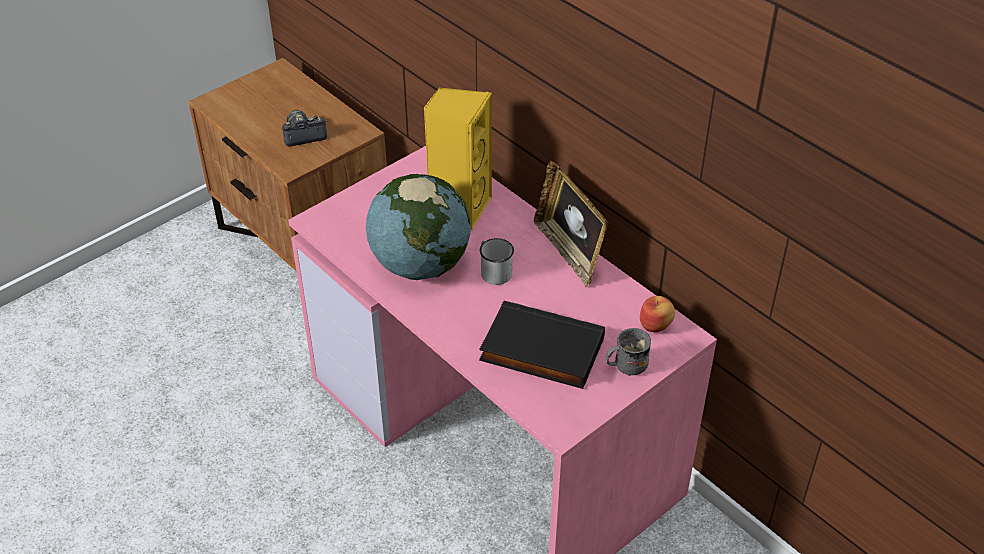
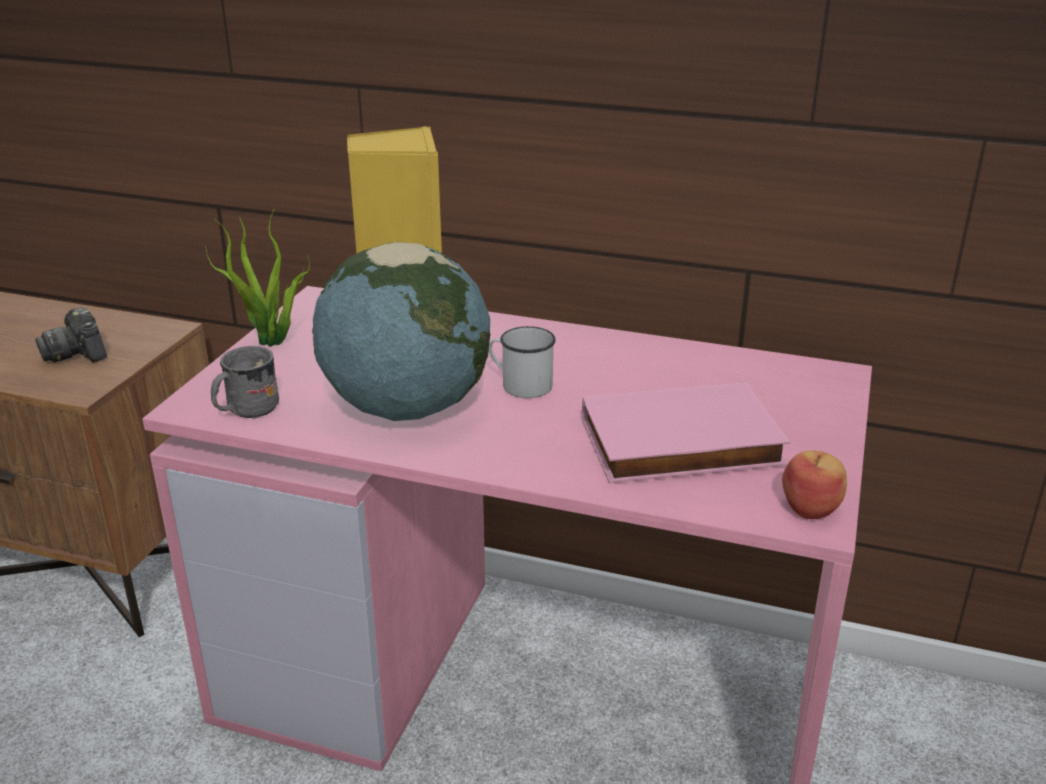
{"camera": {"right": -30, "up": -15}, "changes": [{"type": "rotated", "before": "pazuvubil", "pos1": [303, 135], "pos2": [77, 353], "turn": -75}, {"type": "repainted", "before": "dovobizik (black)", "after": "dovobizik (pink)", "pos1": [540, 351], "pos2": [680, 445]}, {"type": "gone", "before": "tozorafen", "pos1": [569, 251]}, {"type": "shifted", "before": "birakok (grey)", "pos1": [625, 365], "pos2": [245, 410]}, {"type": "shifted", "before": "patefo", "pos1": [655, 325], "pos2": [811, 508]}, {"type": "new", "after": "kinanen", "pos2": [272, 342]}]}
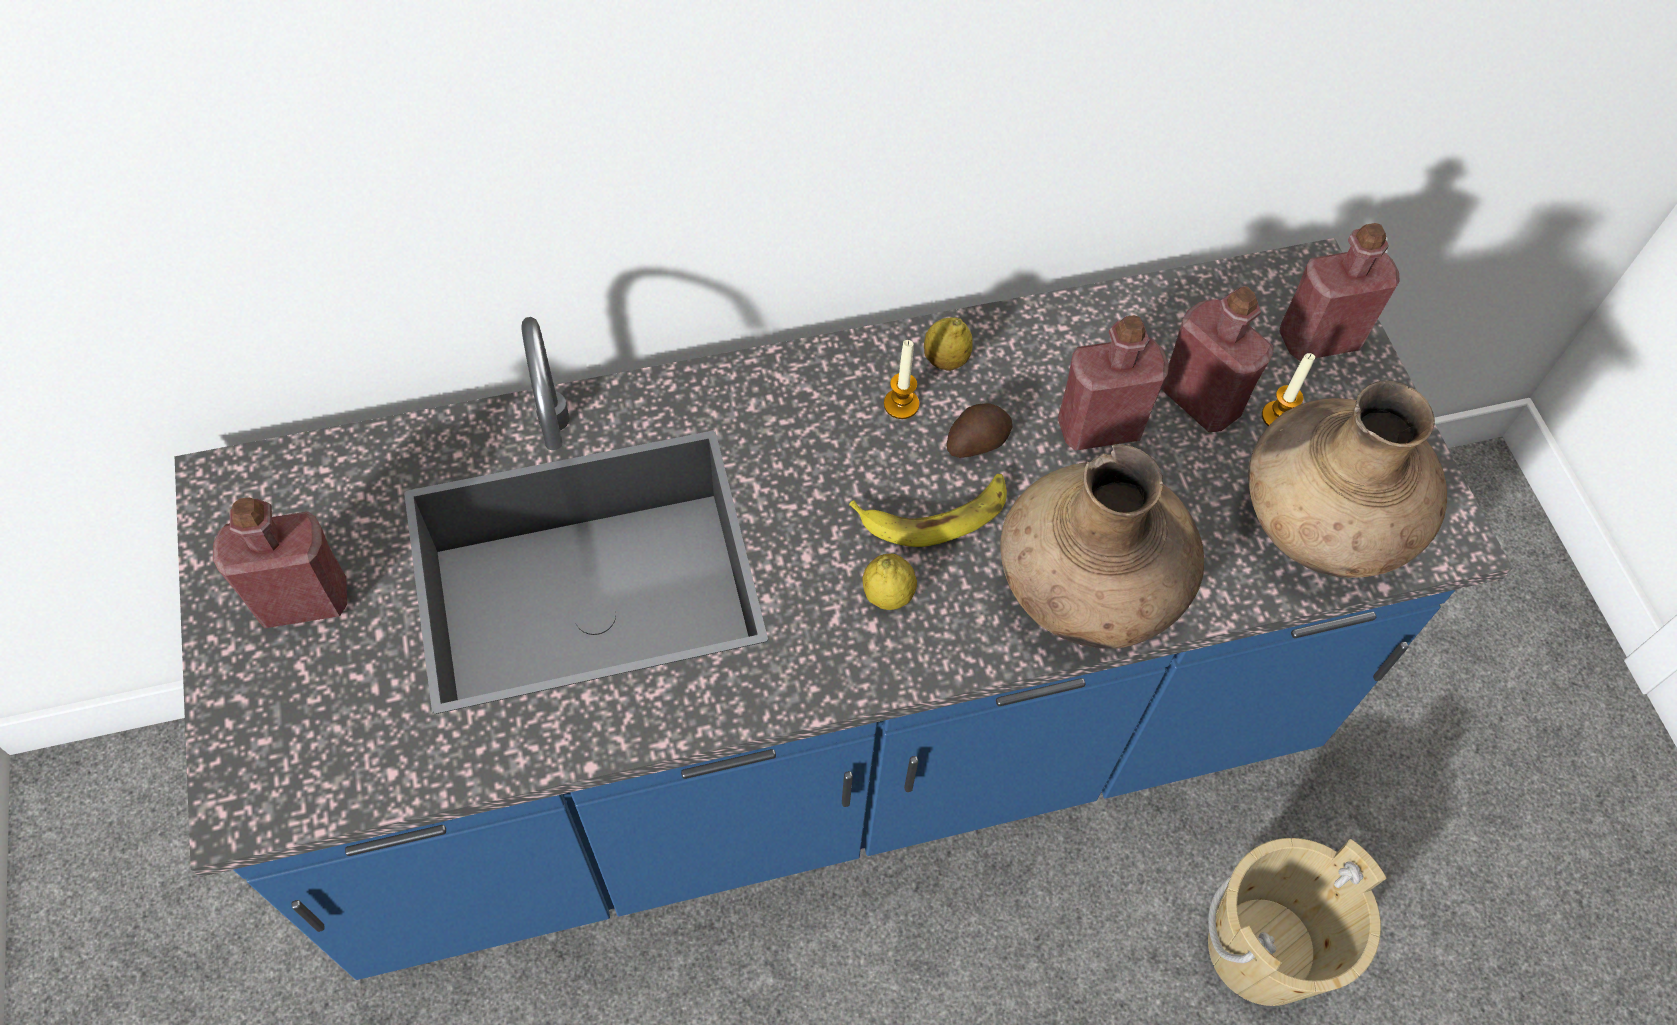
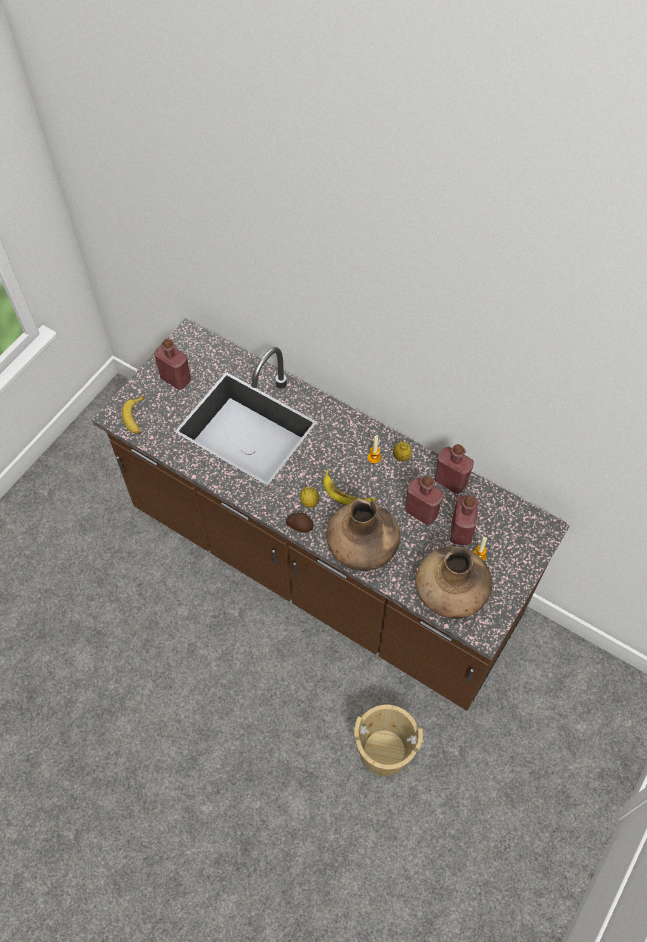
{"camera": {"right": 50, "up": 0}, "changes": [{"type": "repainted", "before": "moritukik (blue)", "after": "moritukik (brown)", "pos1": [825, 743], "pos2": [323, 567]}, {"type": "shifted", "before": "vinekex", "pos1": [976, 441], "pos2": [300, 525]}, {"type": "shifted", "before": "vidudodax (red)", "pos1": [1318, 339], "pos2": [450, 481]}, {"type": "new", "after": "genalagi", "pos2": [136, 418]}]}
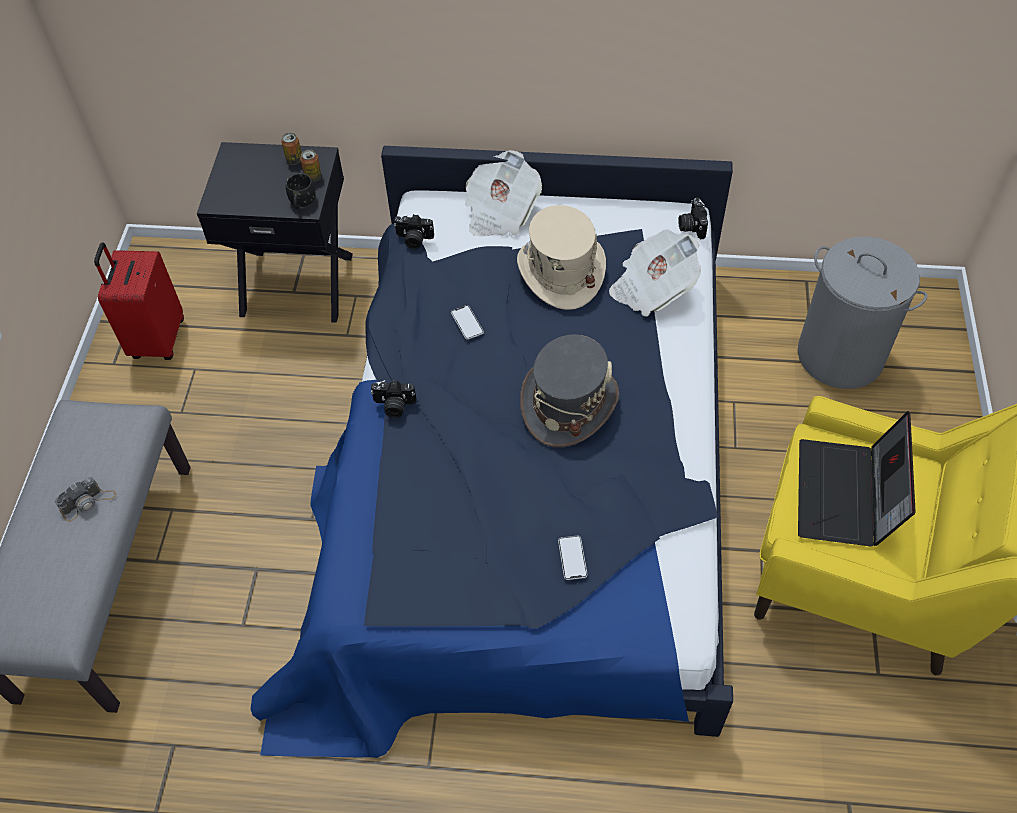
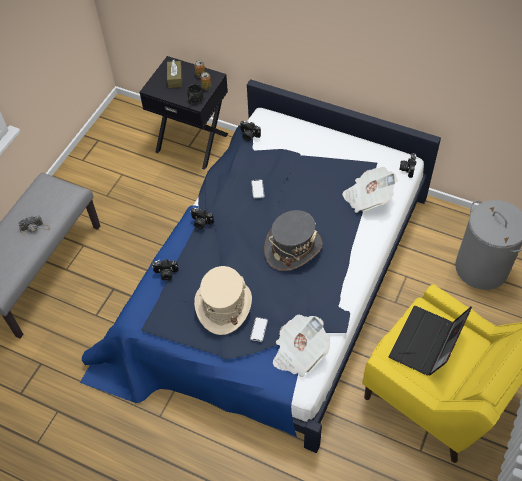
{"camera": {"right": 20, "up": 0}, "changes": [{"type": "gone", "before": "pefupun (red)", "pos1": [157, 339]}, {"type": "shifted", "before": "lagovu", "pos1": [500, 212], "pos2": [299, 353]}, {"type": "shifted", "before": "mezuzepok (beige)", "pos1": [560, 272], "pos2": [223, 306]}, {"type": "new", "after": "pazuvubil", "pos2": [165, 274]}, {"type": "new", "after": "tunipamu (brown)", "pos2": [175, 78]}]}
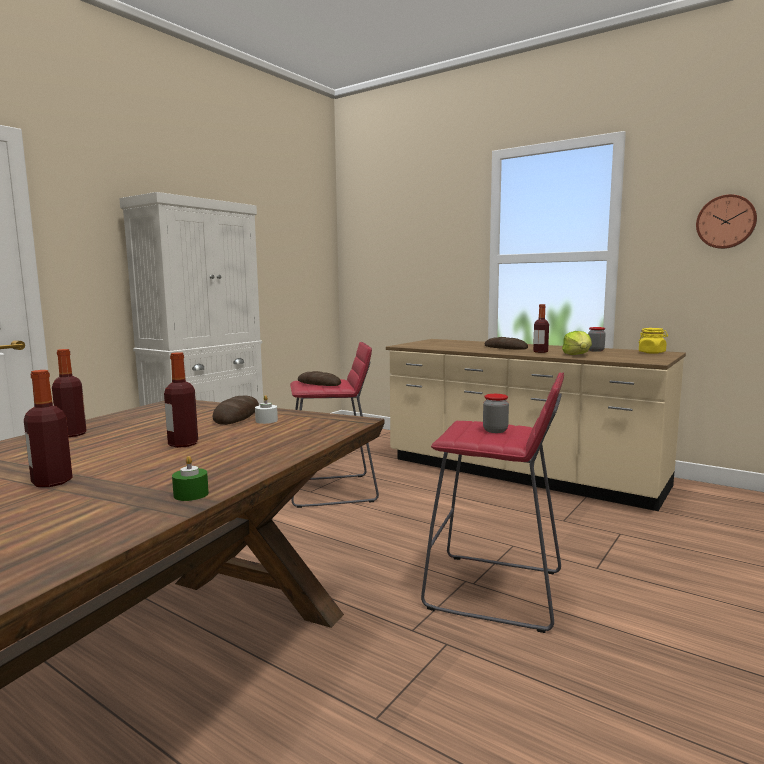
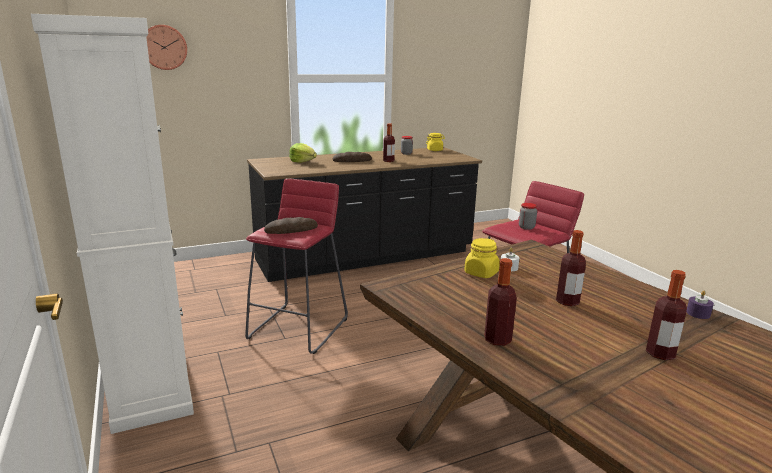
{"camera": {"right": -60, "up": 10}, "changes": [{"type": "repainted", "before": "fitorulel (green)", "after": "fitorulel (purple)", "pos1": [191, 494], "pos2": [698, 313]}, {"type": "swapped", "before": "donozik", "after": "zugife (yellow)", "pos1": [237, 416], "pos2": [481, 273]}, {"type": "repainted", "before": "moritukik (beige)", "after": "moritukik (black)", "pos1": [521, 473], "pos2": [365, 257]}, {"type": "shifted", "before": "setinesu", "pos1": [577, 355], "pos2": [303, 162]}, {"type": "shifted", "before": "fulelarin", "pos1": [726, 222], "pos2": [164, 47]}]}
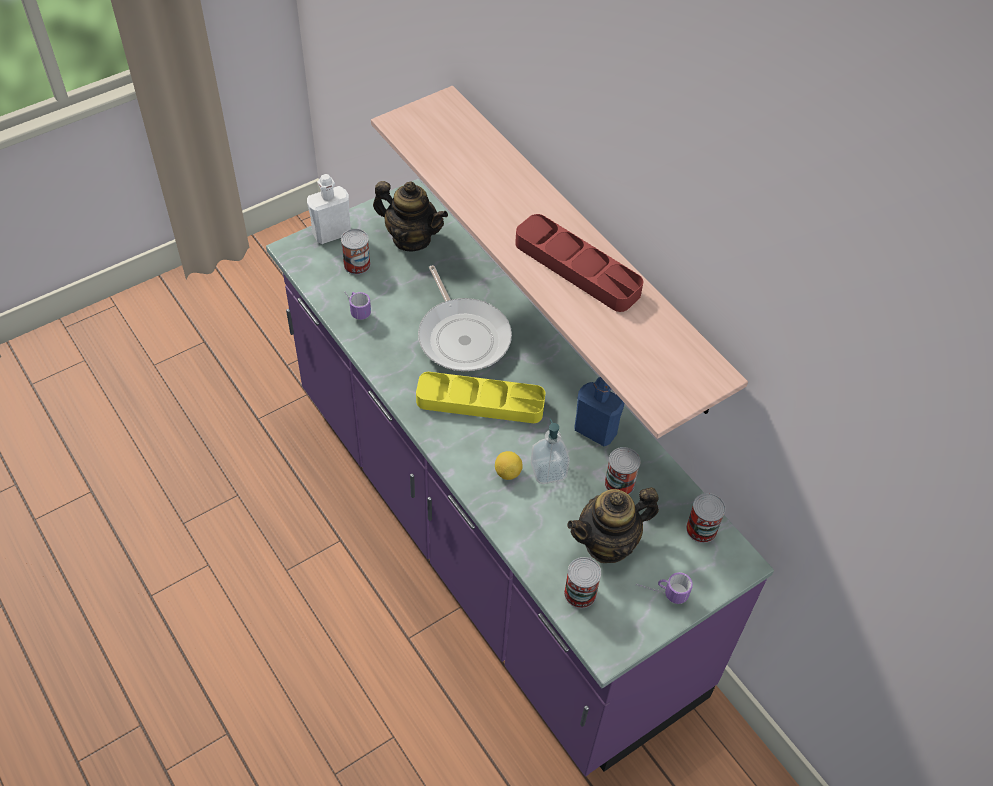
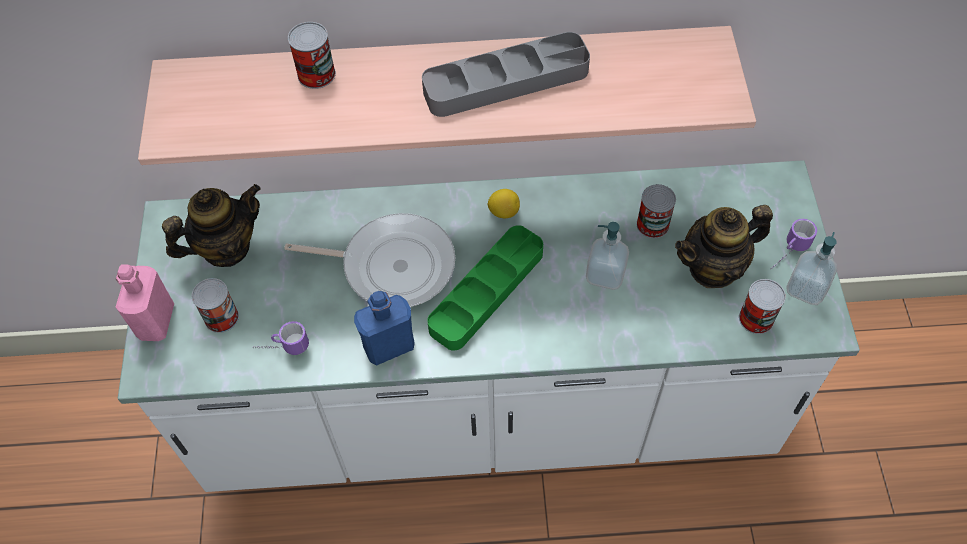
{"camera": {"right": -55, "up": 5}, "changes": [{"type": "repainted", "before": "moritukik (purple)", "after": "moritukik (white)", "pos1": [488, 541], "pos2": [488, 412]}, {"type": "repainted", "before": "vidudodax (white)", "after": "vidudodax (pink)", "pos1": [331, 233], "pos2": [156, 321]}, {"type": "repainted", "before": "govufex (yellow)", "after": "govufex (green)", "pos1": [480, 402], "pos2": [486, 291]}, {"type": "shifted", "before": "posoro", "pos1": [507, 472], "pos2": [503, 212]}, {"type": "repainted", "before": "govufex (red)", "after": "govufex (grey)", "pos1": [577, 268], "pos2": [506, 81]}, {"type": "rotated", "before": "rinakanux", "pos1": [608, 543], "pos2": [713, 268], "turn": 60}, {"type": "shifted", "before": "vidudodax (blue)", "pos1": [595, 431], "pos2": [389, 346]}, {"type": "shifted", "before": "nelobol", "pos1": [701, 529], "pos2": [316, 74]}, {"type": "new", "after": "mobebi", "pos2": [806, 288]}]}
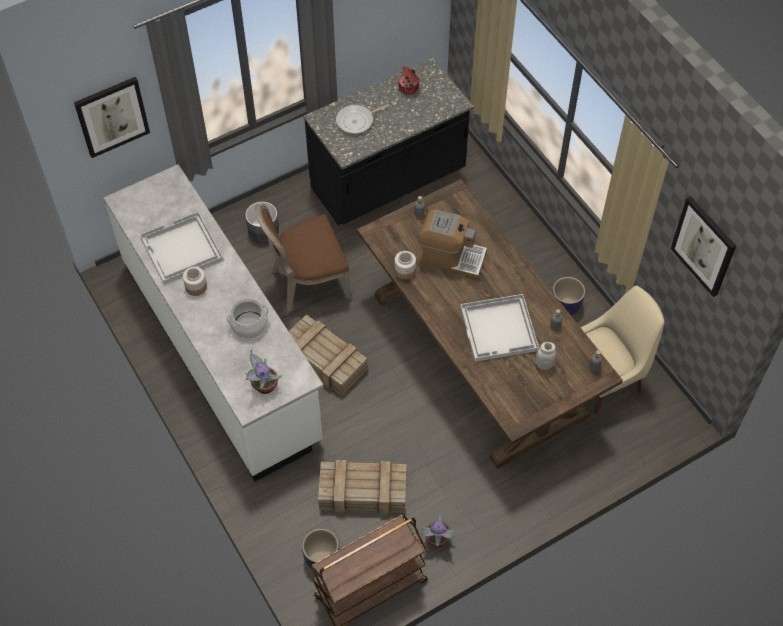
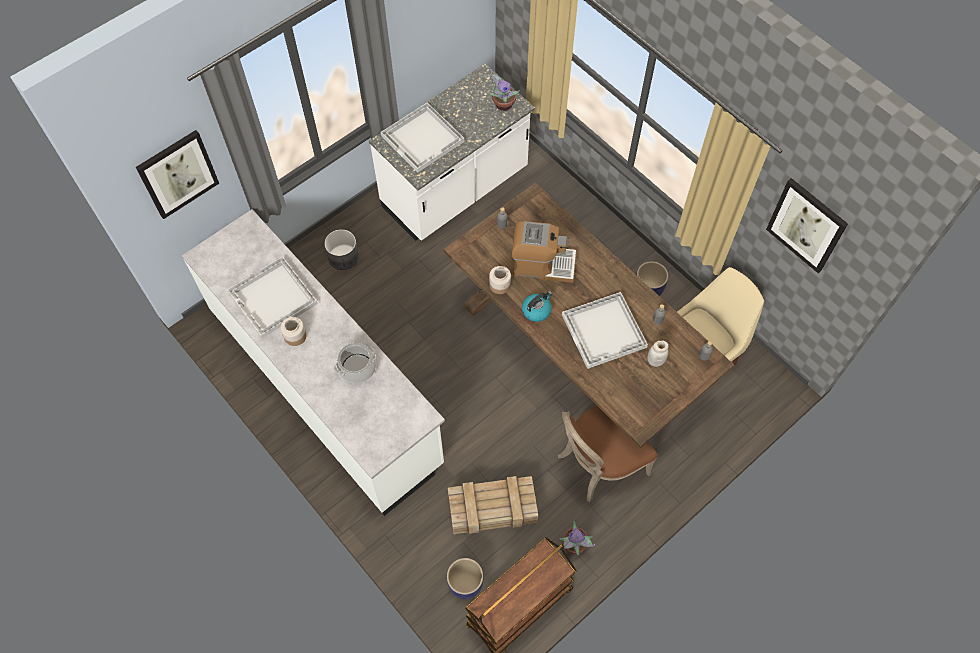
{"camera": {"right": -10, "up": 5}, "changes": [{"type": "shifted", "before": "kinanen", "pos1": [263, 386], "pos2": [502, 105]}, {"type": "shifted", "before": "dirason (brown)", "pos1": [307, 282], "pos2": [598, 463]}, {"type": "gone", "before": "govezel", "pos1": [323, 360]}, {"type": "repainted", "before": "moritukik (black)", "after": "moritukik (white)", "pos1": [389, 182], "pos2": [456, 190]}, {"type": "swapped", "before": "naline", "after": "govufex (white)", "pos1": [357, 121], "pos2": [423, 138]}, {"type": "gone", "before": "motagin", "pos1": [409, 88]}, {"type": "new", "after": "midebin", "pos2": [536, 310]}]}
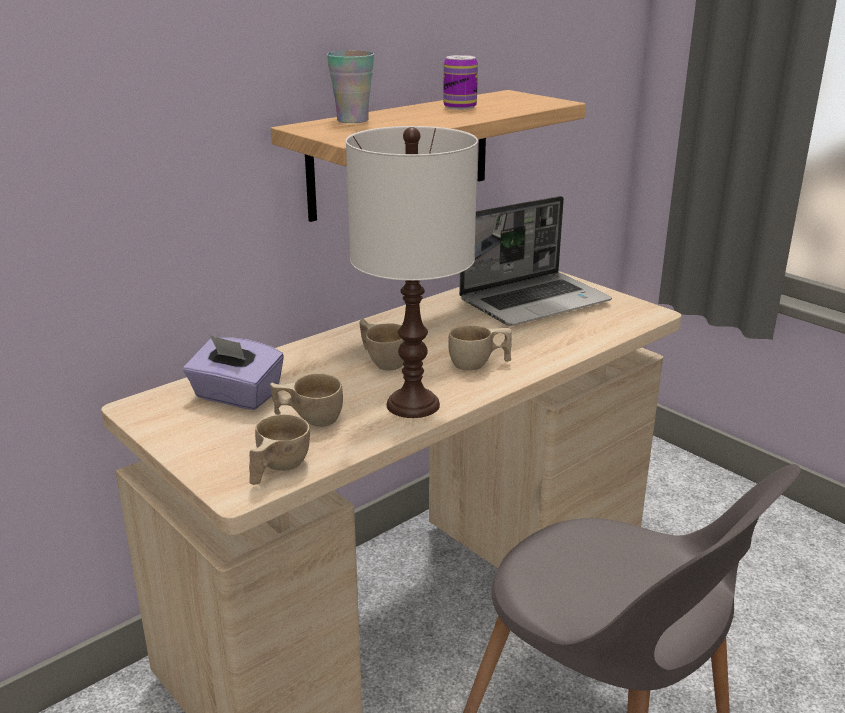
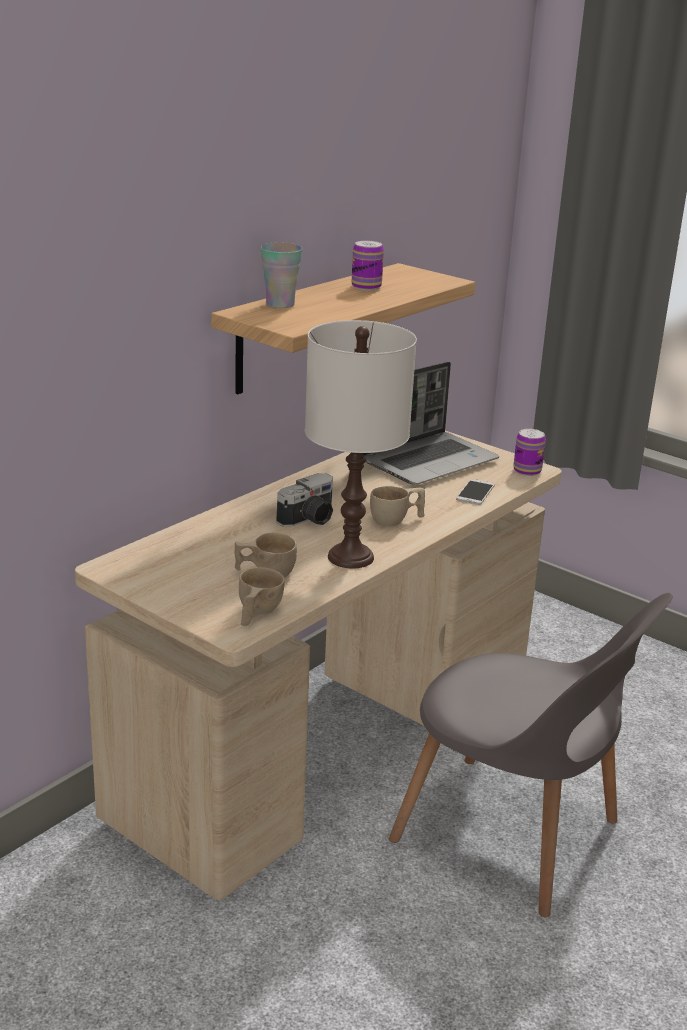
{"camera": {"right": -10, "up": 0}, "changes": [{"type": "gone", "before": "tunipamu (purple)", "pos1": [236, 396]}, {"type": "swapped", "before": "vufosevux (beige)", "after": "pazuvubil", "pos1": [382, 360], "pos2": [310, 519]}, {"type": "new", "after": "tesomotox", "pos2": [475, 492]}, {"type": "new", "after": "nelobol", "pos2": [527, 471]}]}
